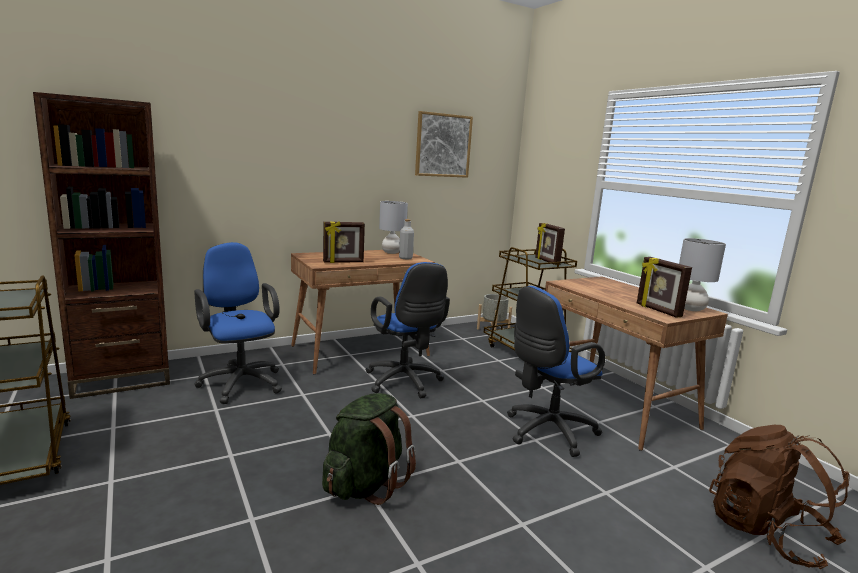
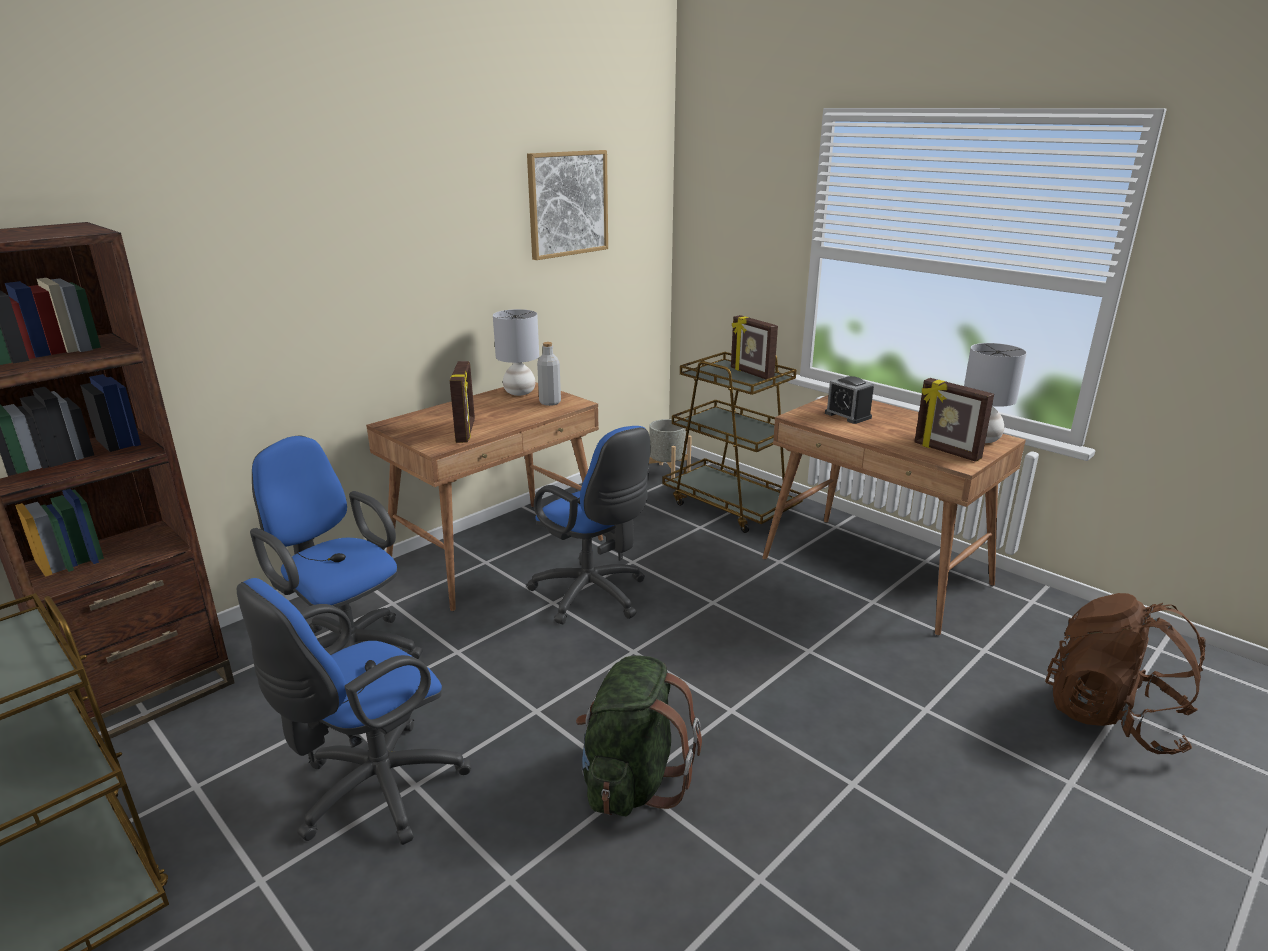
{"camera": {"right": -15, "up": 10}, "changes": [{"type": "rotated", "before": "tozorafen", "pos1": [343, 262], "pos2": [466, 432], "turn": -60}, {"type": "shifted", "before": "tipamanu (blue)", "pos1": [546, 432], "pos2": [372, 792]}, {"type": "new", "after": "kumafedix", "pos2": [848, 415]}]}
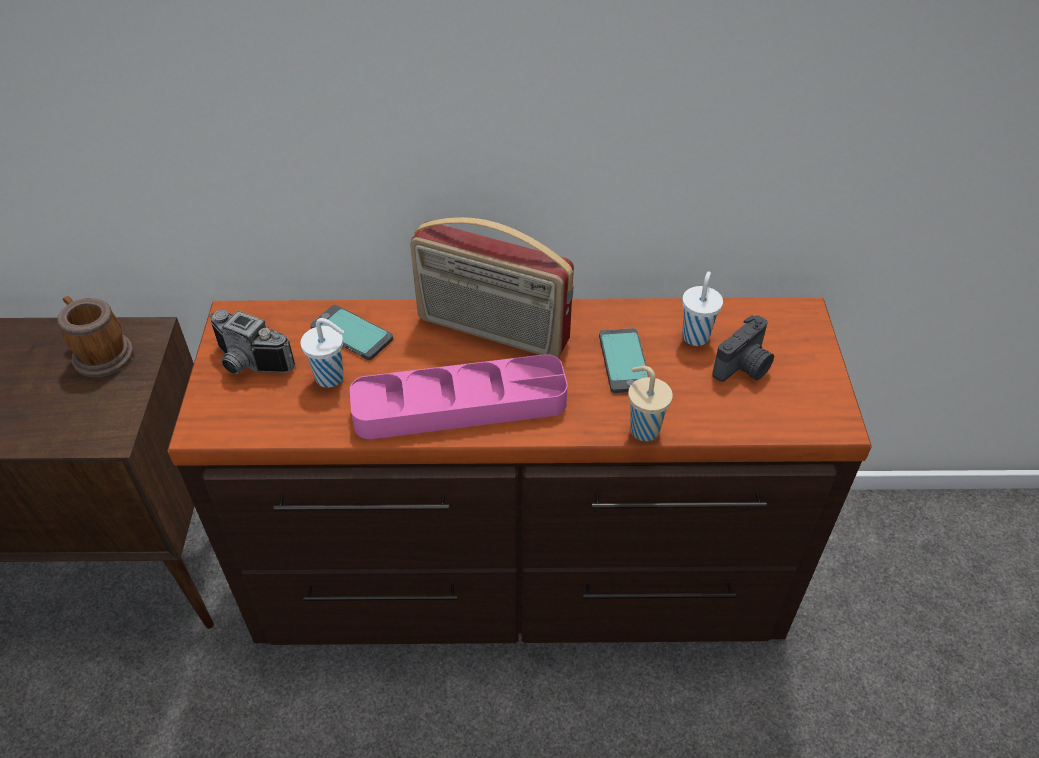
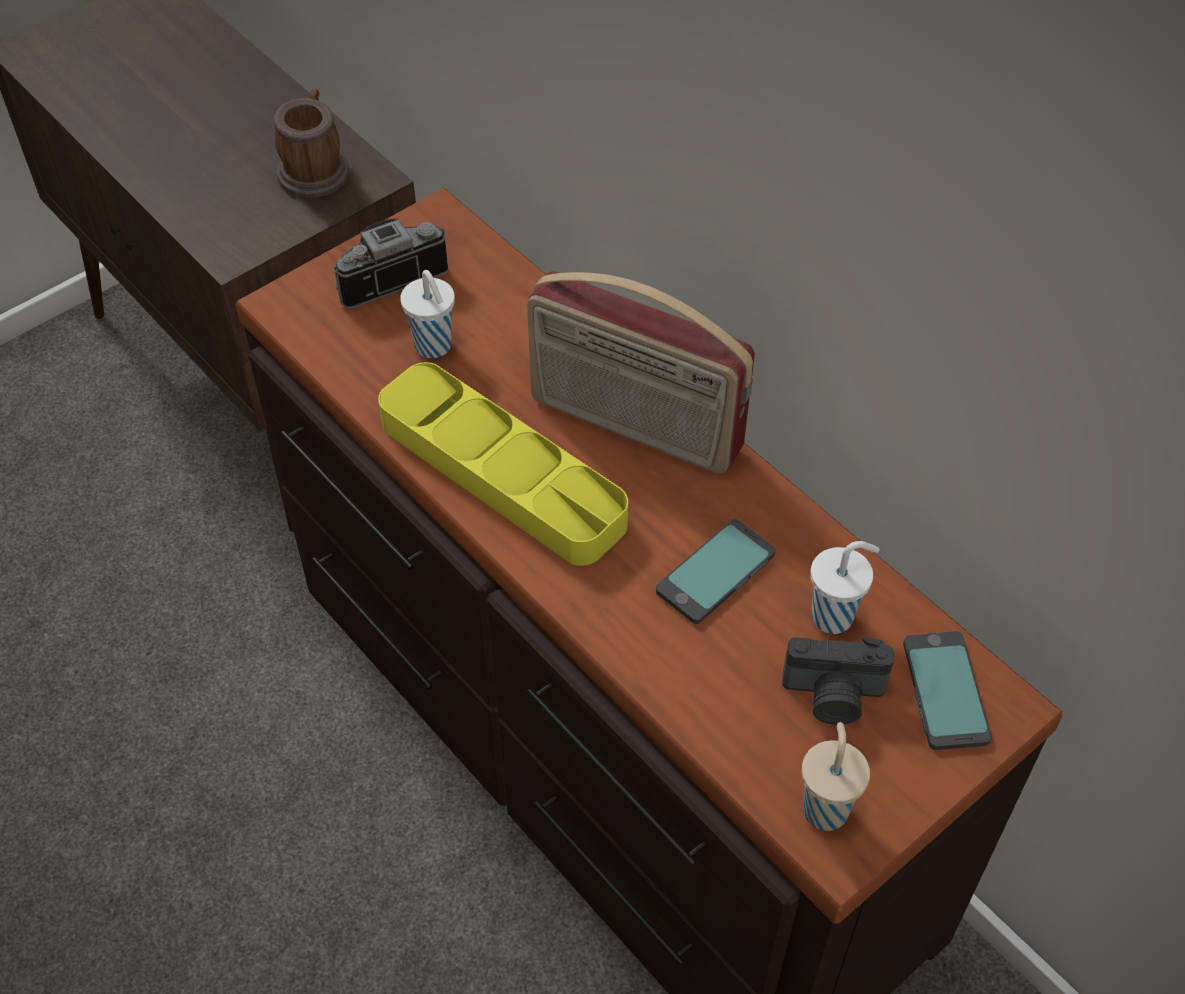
{"camera": {"right": 50, "up": 5}, "changes": [{"type": "rotated", "before": "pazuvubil", "pos1": [248, 364], "pos2": [388, 275], "turn": 75}, {"type": "shifted", "before": "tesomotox", "pos1": [351, 334], "pos2": [944, 691]}, {"type": "repainted", "before": "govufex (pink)", "after": "govufex (yellow)", "pos1": [460, 405], "pos2": [501, 472]}, {"type": "rotated", "before": "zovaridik", "pos1": [491, 332], "pos2": [634, 426], "turn": -45}, {"type": "shifted", "before": "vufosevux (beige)", "pos1": [643, 429], "pos2": [825, 807]}]}
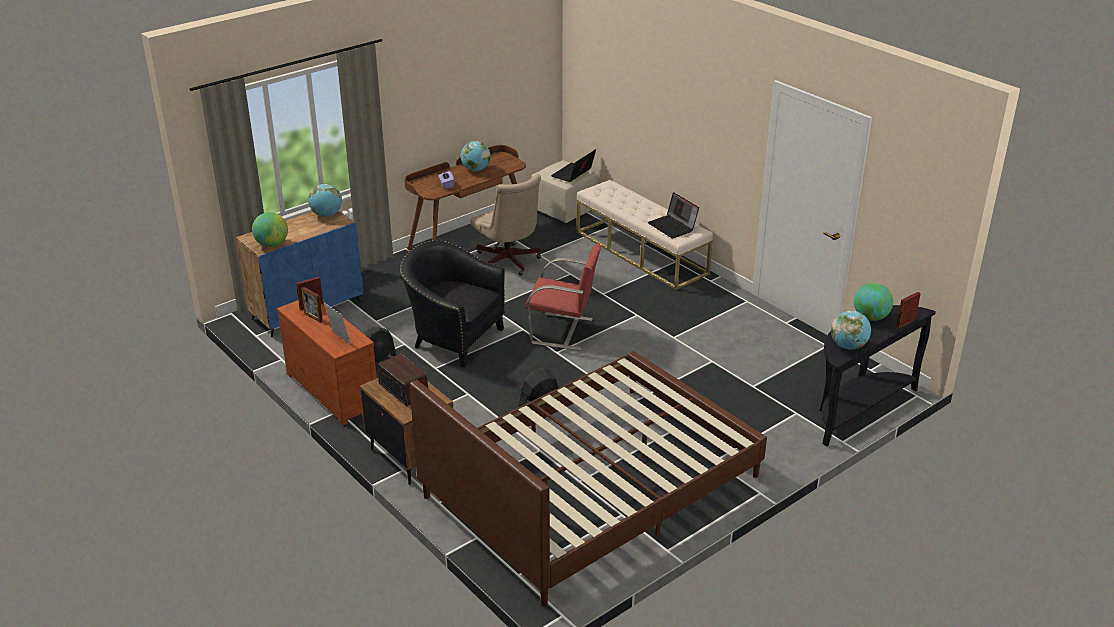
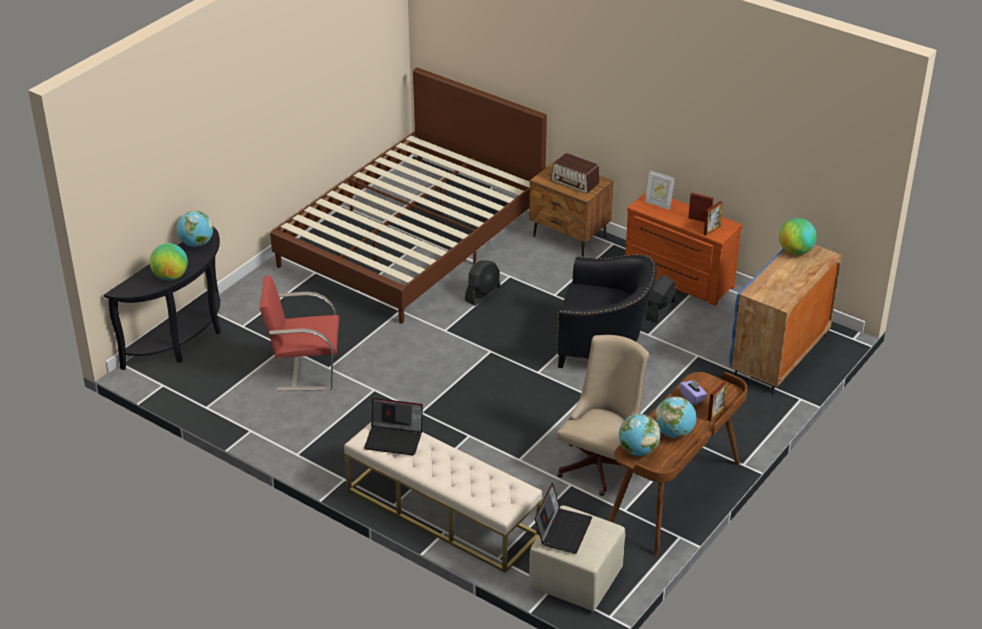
{"camera": {"right": 165, "up": 5}, "changes": [{"type": "shifted", "before": "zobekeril", "pos1": [327, 215], "pos2": [638, 450]}, {"type": "rotated", "before": "tipamanu (beige)", "pos1": [508, 263], "pos2": [601, 463], "turn": 75}, {"type": "shifted", "before": "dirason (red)", "pos1": [563, 331], "pos2": [304, 369]}, {"type": "rotated", "before": "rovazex", "pos1": [673, 227], "pos2": [395, 439], "turn": 150}, {"type": "shifted", "before": "tozorafen", "pos1": [905, 323], "pos2": [716, 413]}]}
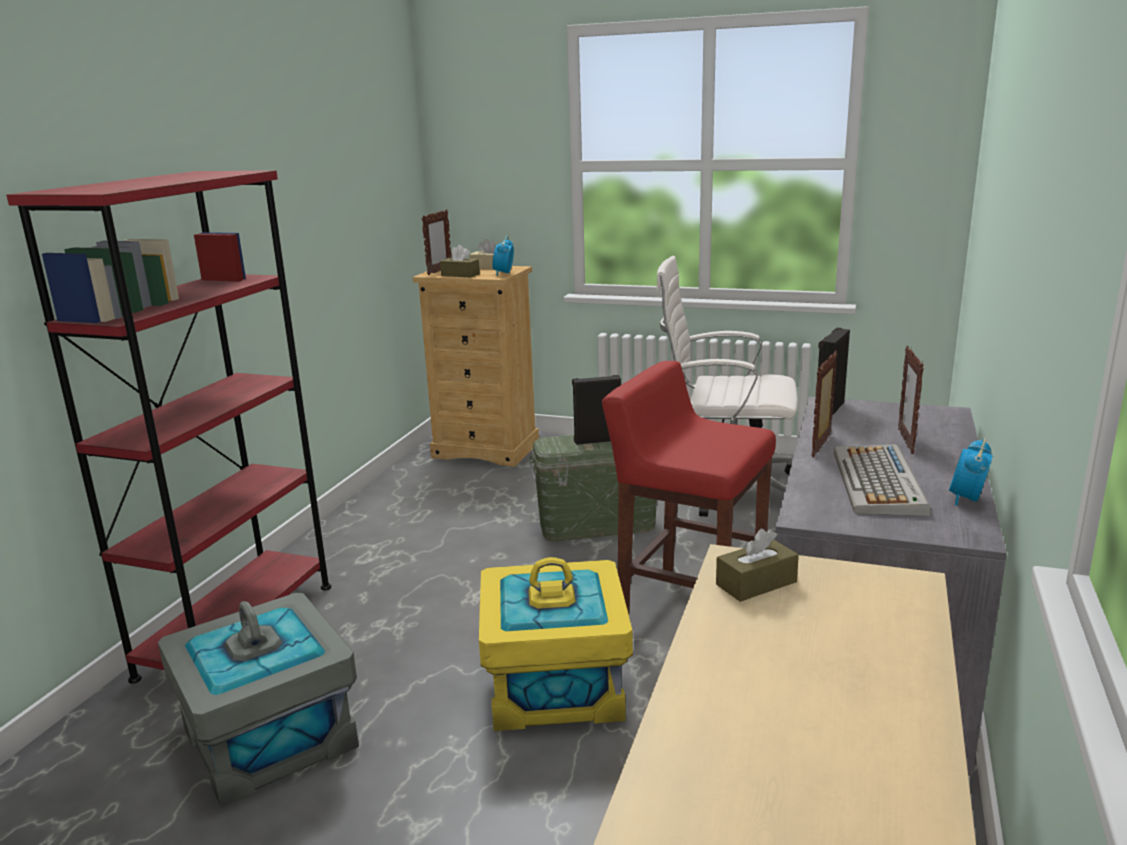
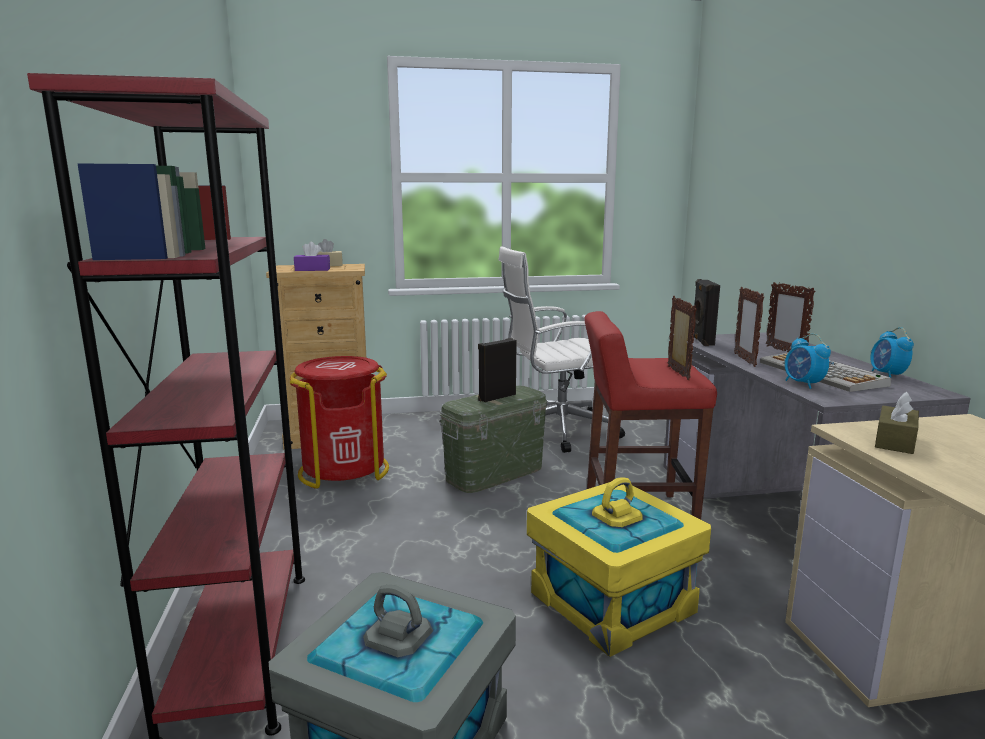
{"camera": {"right": -30, "up": -5}, "changes": [{"type": "shifted", "before": "tozorafen", "pos1": [439, 271], "pos2": [678, 373]}, {"type": "repainted", "before": "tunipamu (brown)", "after": "tunipamu (purple)", "pos1": [460, 275], "pos2": [312, 269]}, {"type": "shifted", "before": "kumafedix", "pos1": [504, 273], "pos2": [803, 384]}, {"type": "new", "after": "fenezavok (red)", "pos2": [344, 471]}]}
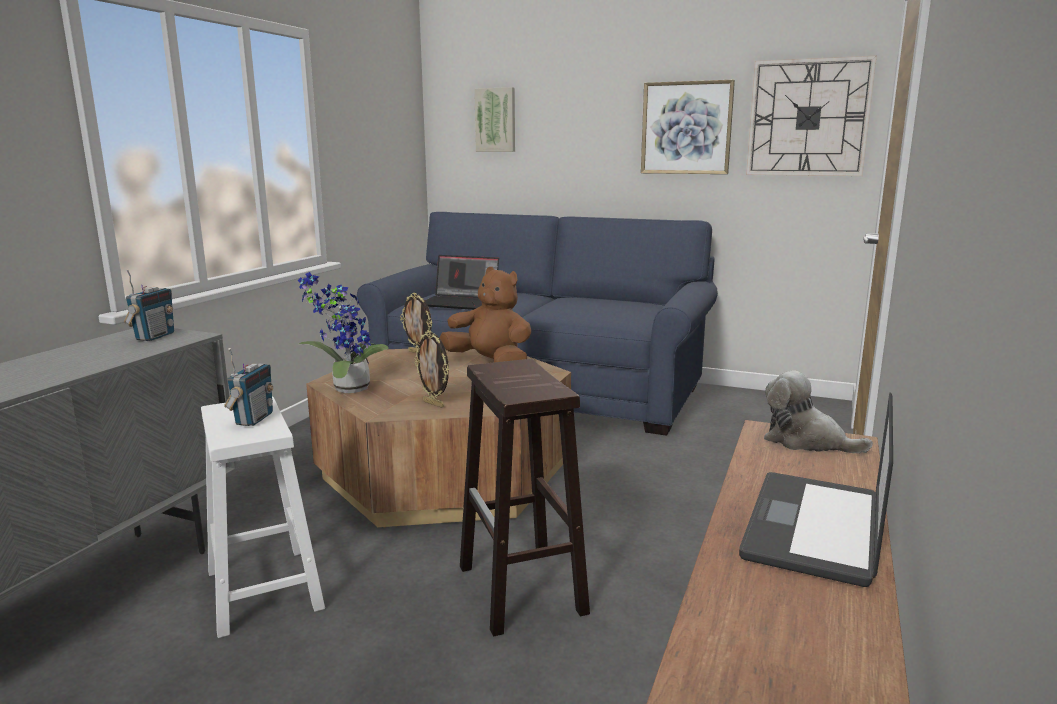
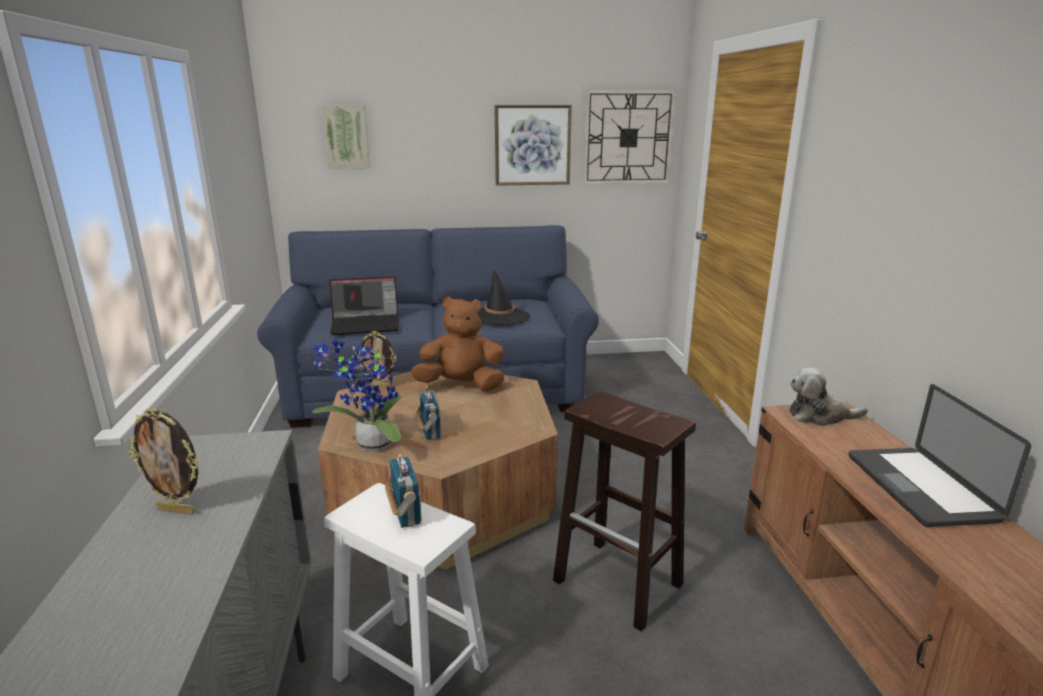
{"camera": {"right": -30, "up": 5}, "changes": [{"type": "shifted", "before": "zovaridik", "pos1": [154, 336], "pos2": [430, 433]}, {"type": "shifted", "before": "tozorafen", "pos1": [434, 404], "pos2": [178, 510]}, {"type": "new", "after": "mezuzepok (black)", "pos2": [499, 316]}]}
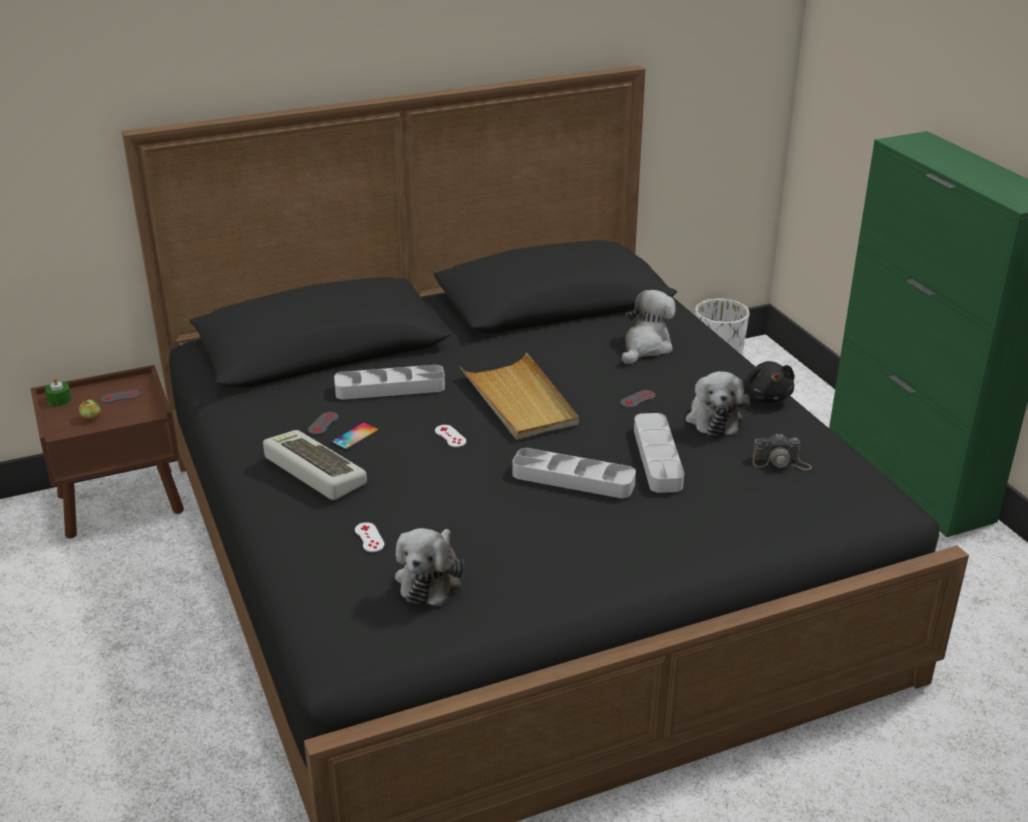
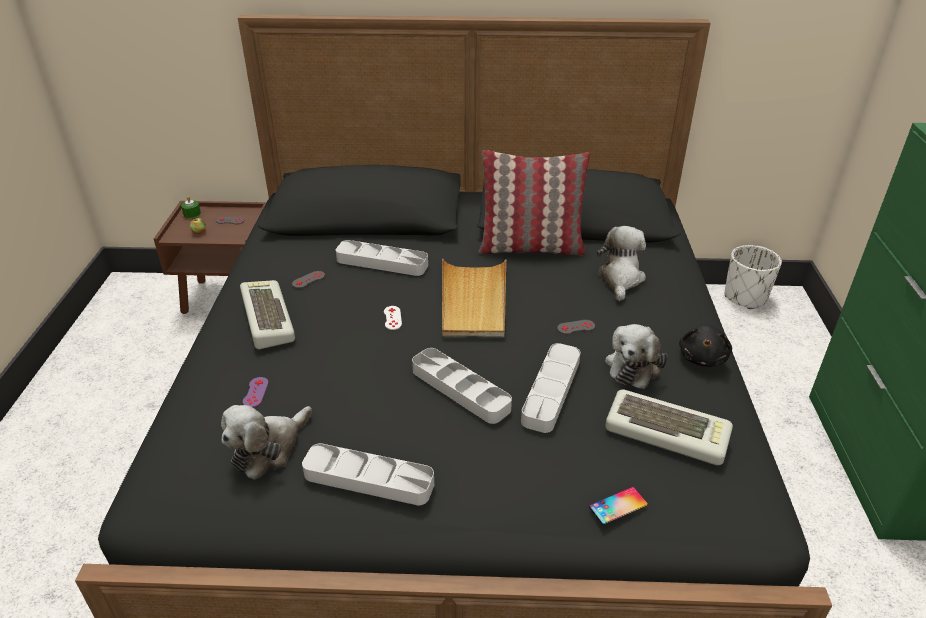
{"camera": {"right": 25, "up": 5}, "changes": [{"type": "shifted", "before": "tesomotox", "pos1": [354, 436], "pos2": [618, 506]}, {"type": "repainted", "before": "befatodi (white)", "after": "befatodi (purple)", "pos1": [369, 537], "pos2": [255, 392]}, {"type": "rotated", "before": "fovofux", "pos1": [645, 347], "pos2": [620, 279], "turn": -45}, {"type": "swapped", "before": "pazuvubil", "after": "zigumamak", "pos1": [781, 462], "pos2": [668, 432]}, {"type": "new", "after": "govufex (grey)", "pos2": [368, 479]}, {"type": "new", "after": "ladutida", "pos2": [530, 247]}]}
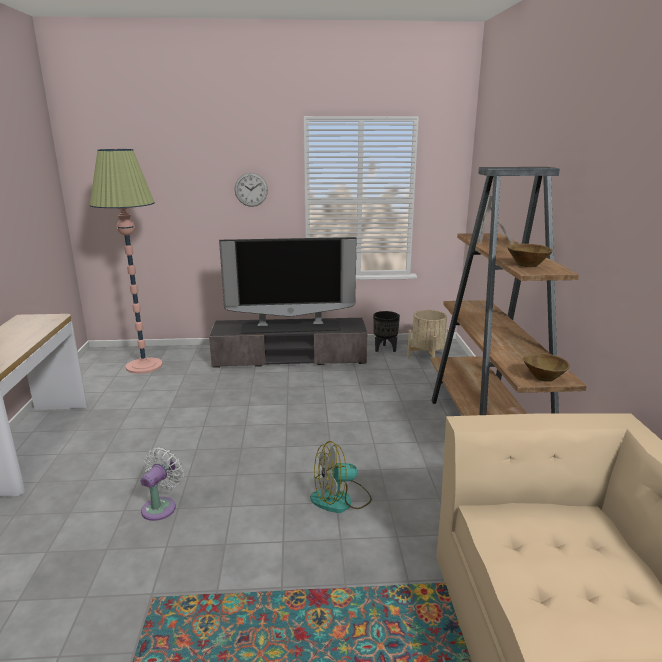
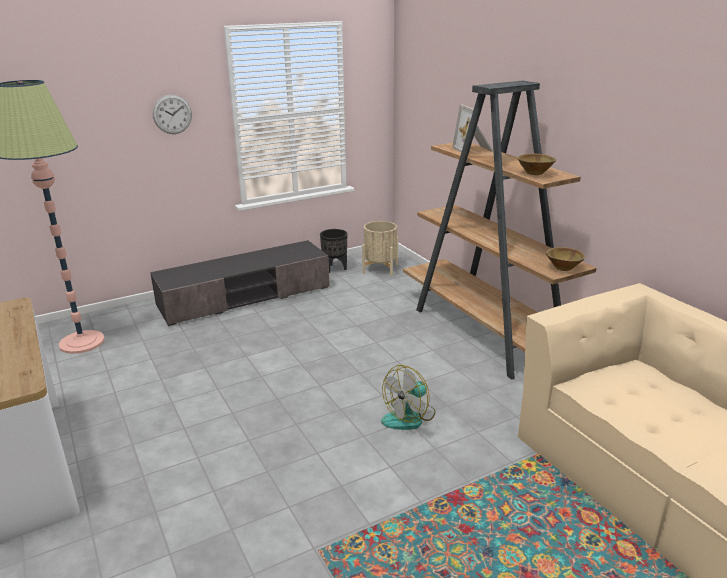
{"camera": {"right": -25, "up": 5}, "changes": [{"type": "gone", "before": "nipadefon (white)", "pos1": [161, 506]}, {"type": "gone", "before": "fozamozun", "pos1": [291, 326]}]}
